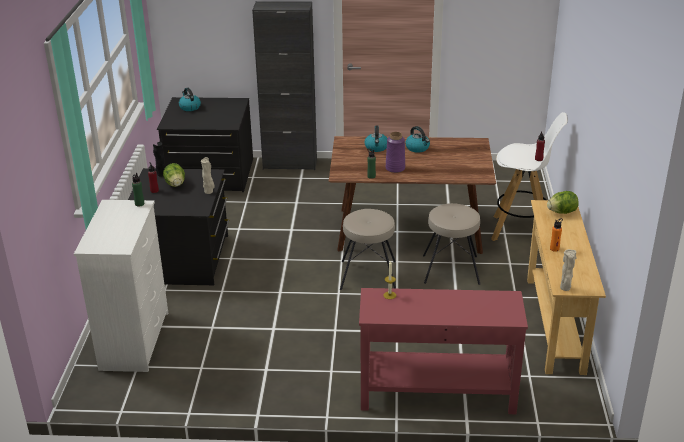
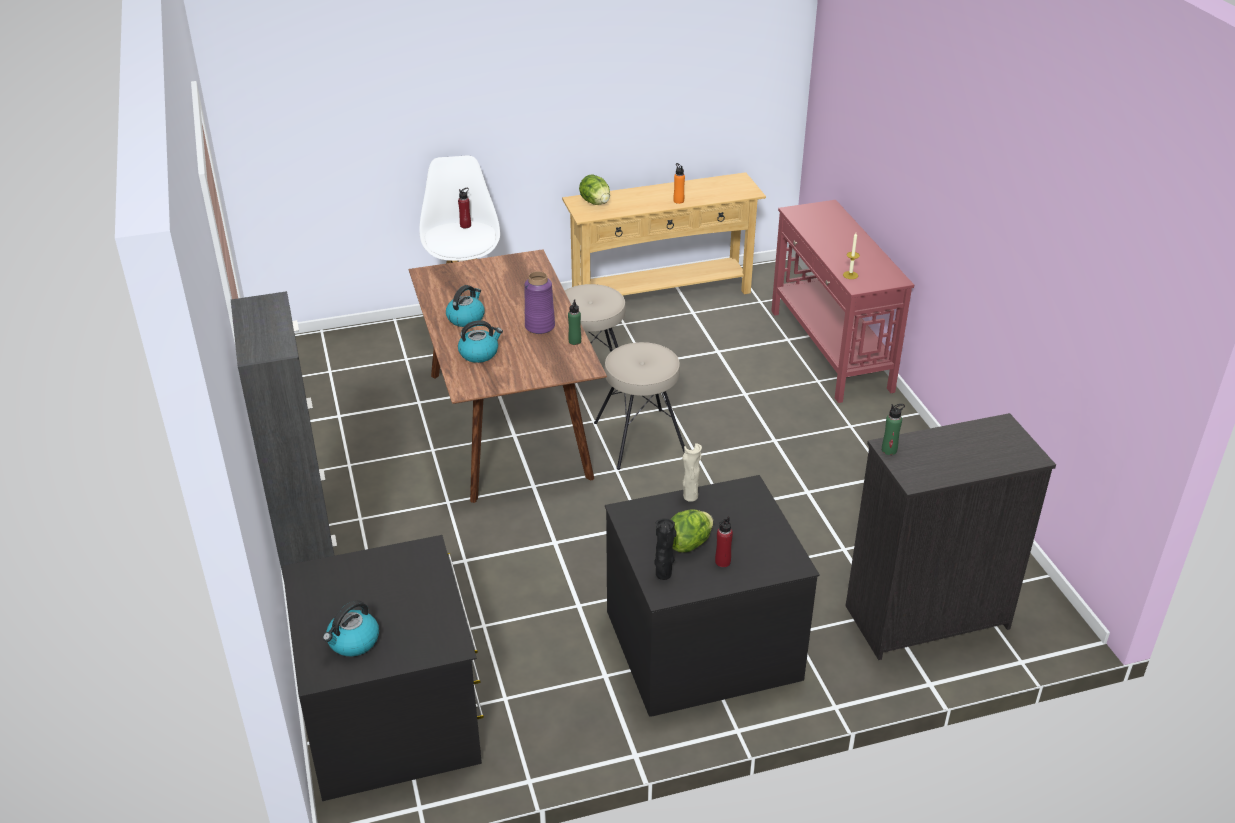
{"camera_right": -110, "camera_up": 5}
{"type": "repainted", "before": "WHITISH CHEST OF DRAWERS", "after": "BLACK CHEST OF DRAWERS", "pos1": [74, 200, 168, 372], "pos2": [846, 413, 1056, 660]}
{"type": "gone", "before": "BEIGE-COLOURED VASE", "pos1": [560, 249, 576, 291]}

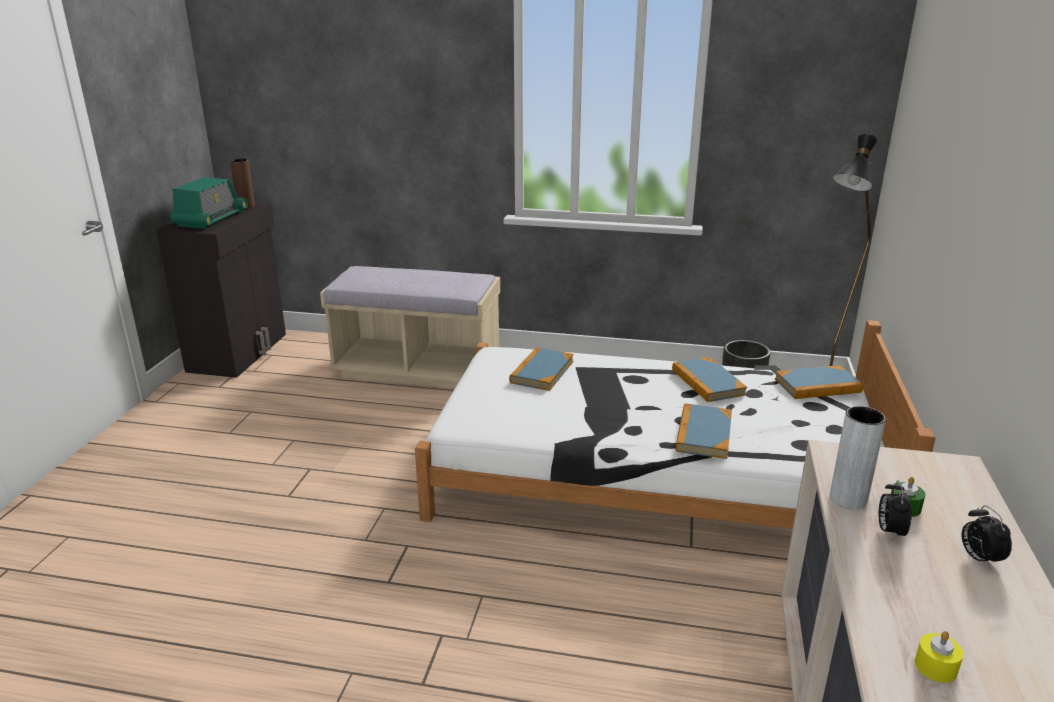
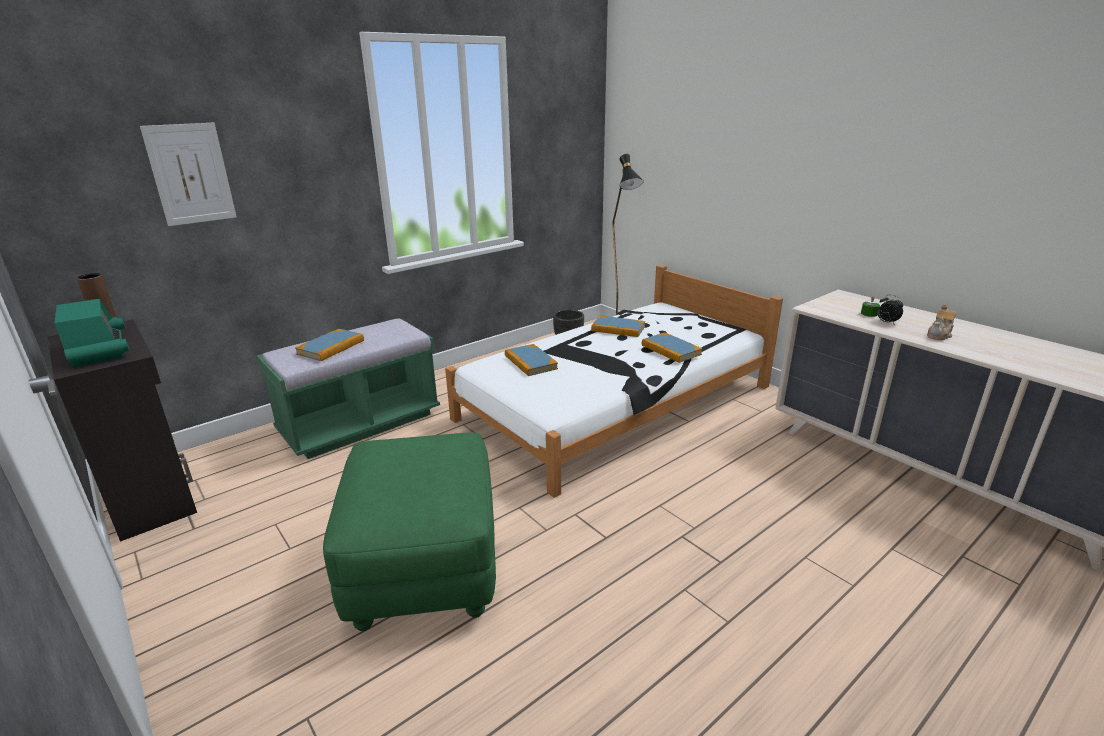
{"camera_right": -50, "camera_up": 0}
{"type": "repainted", "before": "BEIGE-COLOURED INDOOR BENCH", "after": "GREENISH INDOOR BENCH", "pos1": [320, 266, 500, 388], "pos2": [257, 318, 440, 459]}
{"type": "shifted", "before": "BOUND BOOK", "pos1": [775, 365, 863, 399], "pos2": [295, 329, 364, 361]}
{"type": "gone", "before": "GRAY VASE", "pos1": [830, 406, 886, 509]}
{"type": "gone", "before": "YELLOWISH WAX LIGHT", "pos1": [915, 631, 964, 683]}
{"type": "gone", "before": "BEDSIDE CLOCK", "pos1": [962, 505, 1012, 569]}
{"type": "new", "after": "WALL ART", "pos2": [140, 123, 237, 226]}
{"type": "new", "after": "GREENISH FOOTREST", "pos2": [323, 433, 496, 631]}
{"type": "new", "after": "TEAPOT", "pos2": [927, 304, 956, 340]}

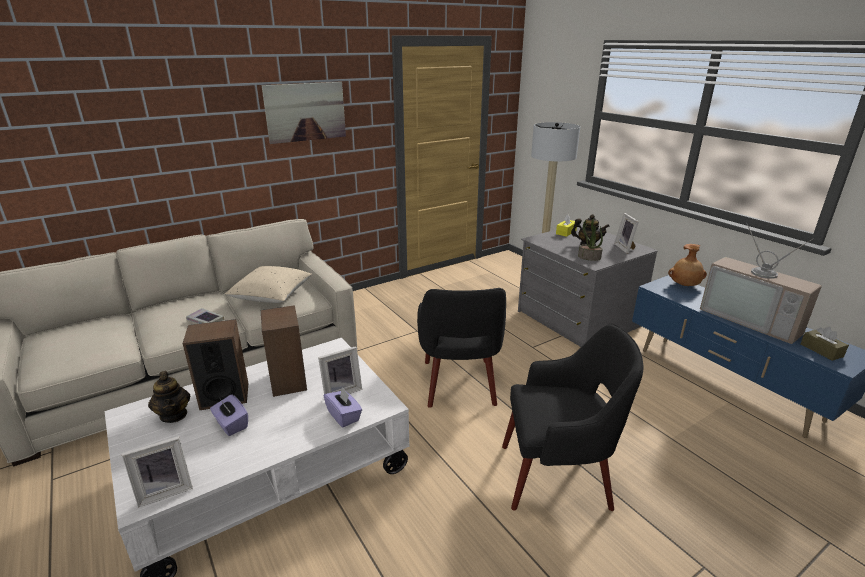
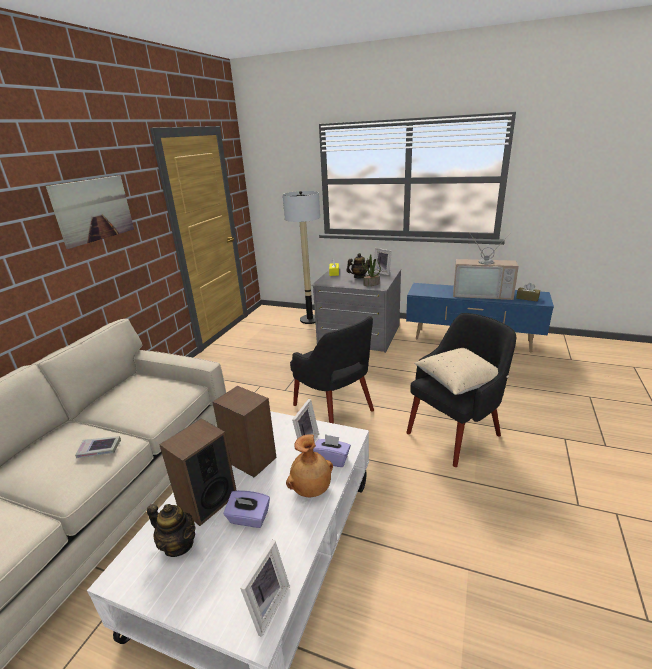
{"camera_right": -35, "camera_up": 0}
{"type": "shifted", "before": "BEIGE-COLOURED CUSHION", "pos1": [225, 266, 312, 303], "pos2": [414, 348, 509, 395]}
{"type": "shifted", "before": "BROWNISH VASE", "pos1": [668, 244, 707, 286], "pos2": [286, 434, 333, 497]}

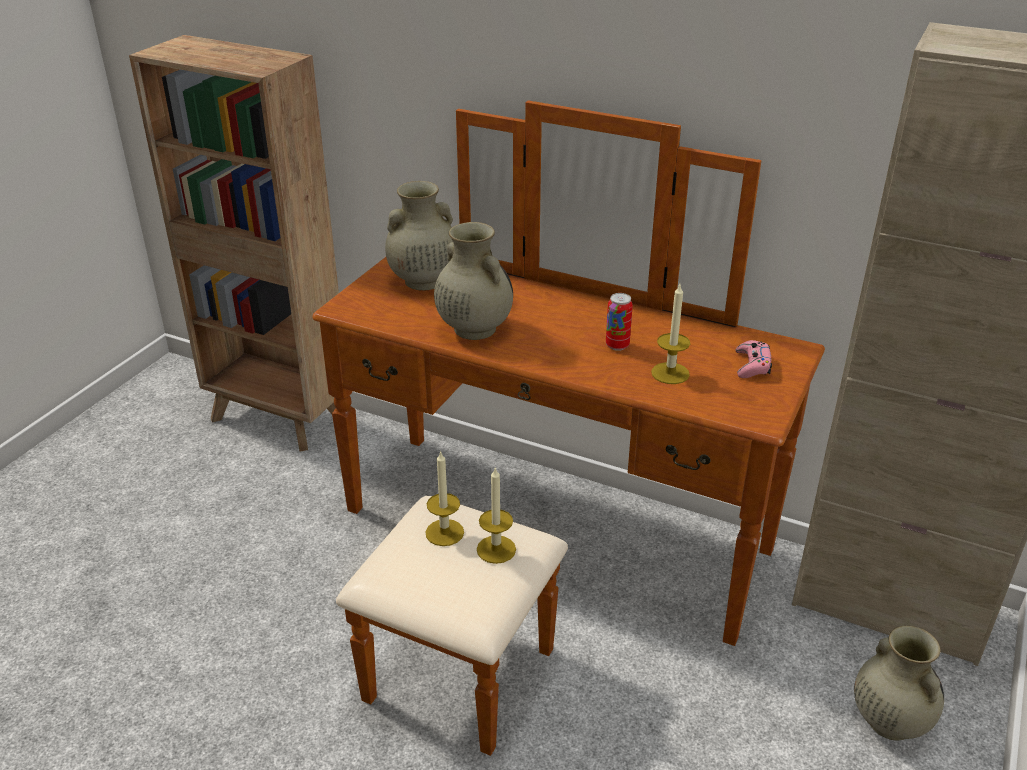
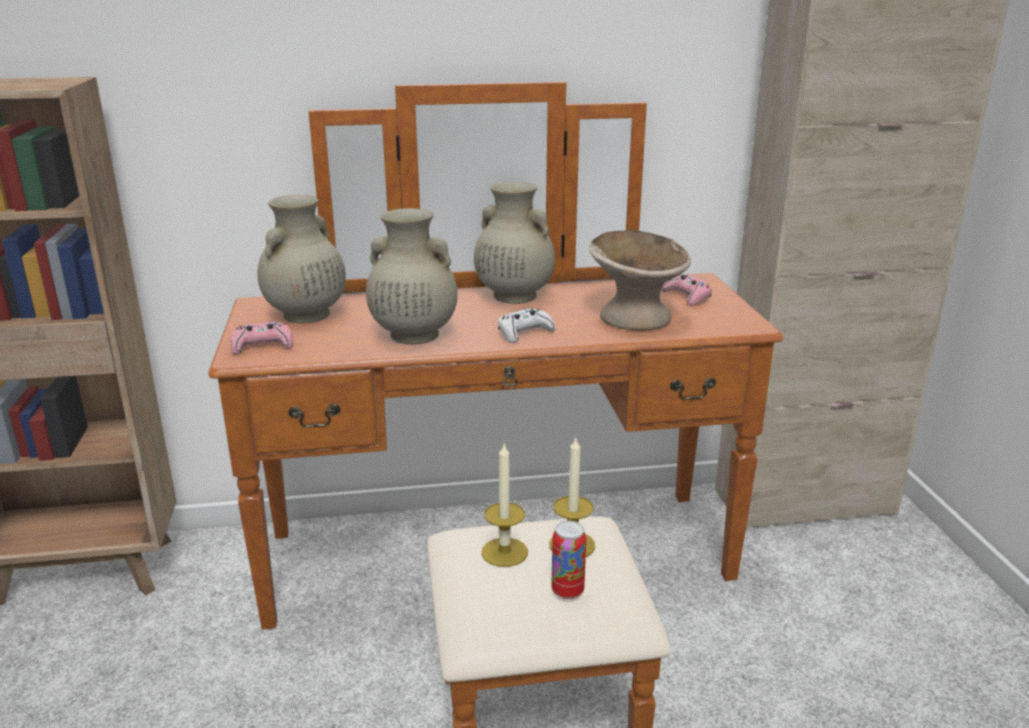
{"camera_right": -35, "camera_up": -10}
{"type": "shifted", "before": "METAL CAN", "pos1": [606, 293, 633, 351], "pos2": [551, 521, 586, 599]}
{"type": "swapped", "before": "WAX LIGHT", "after": "BEIGE-COLOURED BOWL", "pos1": [651, 285, 690, 384], "pos2": [589, 230, 691, 331]}
{"type": "shifted", "before": "BEIGE-COLOURED VASE", "pos1": [854, 626, 944, 740], "pos2": [474, 182, 555, 304]}
{"type": "new", "after": "PINK GAMEPAD", "pos2": [230, 321, 293, 355]}
{"type": "new", "after": "WHITISH GAMEPAD", "pos2": [498, 308, 555, 343]}

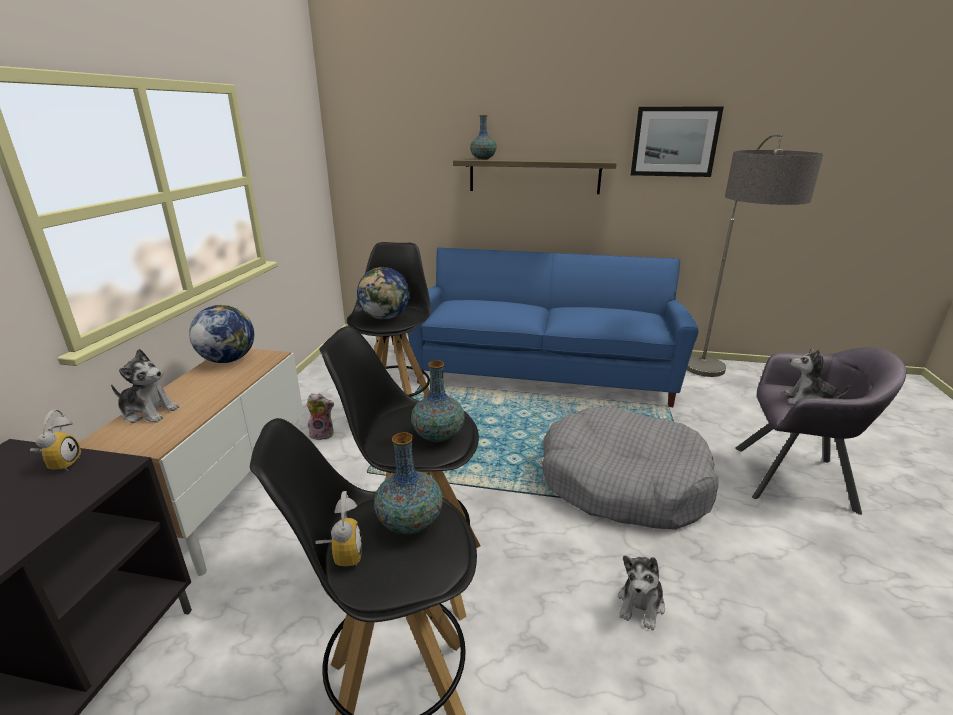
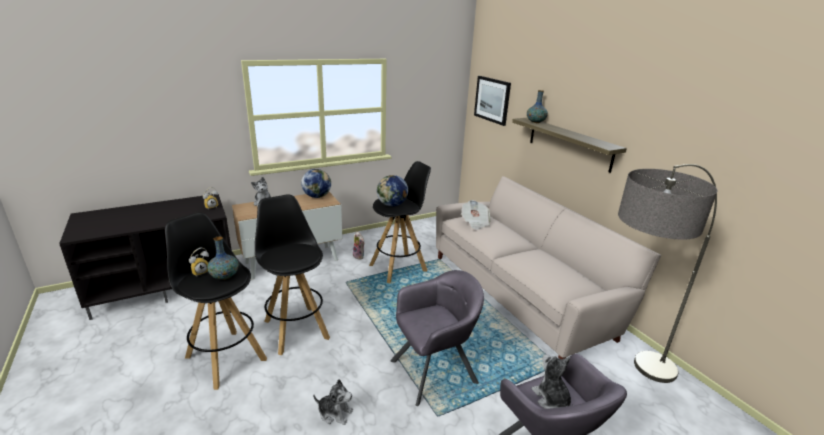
{"camera_right": 50, "camera_up": 0}
{"type": "repainted", "before": "BLUISH COUCH", "after": "BEIGE-COLOURED COUCH", "pos1": [408, 248, 699, 407], "pos2": [436, 176, 661, 359]}
{"type": "gone", "before": "VASE", "pos1": [411, 360, 465, 442]}
{"type": "swapped", "before": "GRAY DOG BED", "after": "GRAY LOUNGE CHAIR", "pos1": [542, 406, 718, 530], "pos2": [390, 270, 484, 406]}
{"type": "rotated", "before": "PLUSH TOY", "pos1": [618, 555, 665, 630], "pos2": [313, 379, 353, 425], "turn": -150}
{"type": "shifted", "before": "WALL ART", "pos1": [631, 107, 724, 177], "pos2": [474, 76, 511, 126]}
{"type": "new", "after": "PRINTED PAPER", "pos2": [461, 200, 490, 230]}

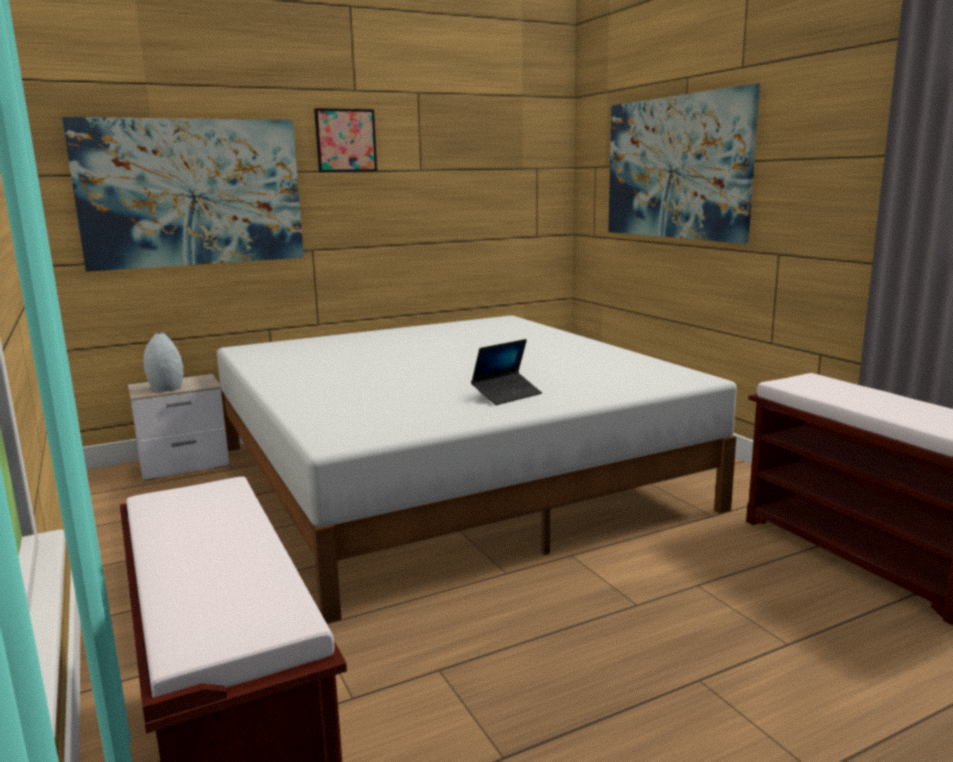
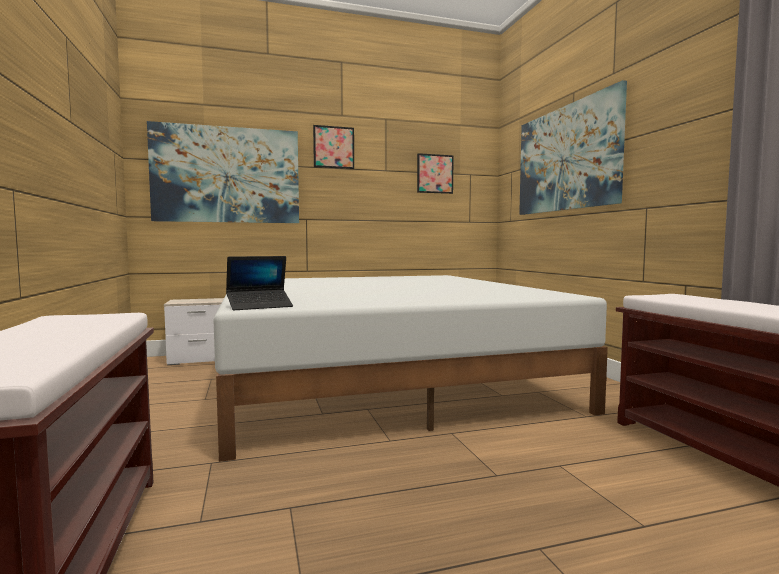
{"camera_right": 10, "camera_up": -10}
{"type": "gone", "before": "GRAY VASE", "pos1": [143, 333, 183, 392]}
{"type": "shifted", "before": "LAPTOP", "pos1": [471, 339, 542, 405], "pos2": [226, 256, 293, 310]}
{"type": "new", "after": "WALL ART", "pos2": [417, 153, 454, 194]}

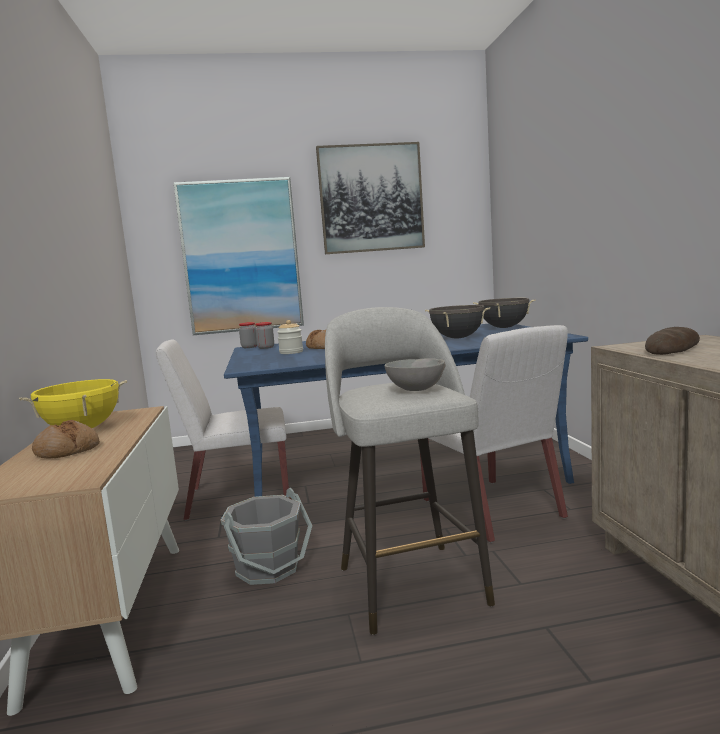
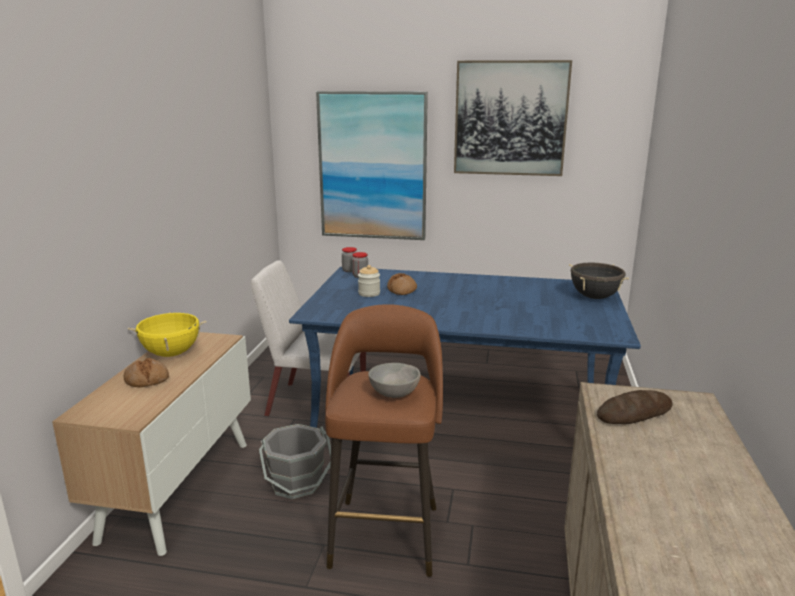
{"camera_right": 20, "camera_up": 10}
{"type": "repainted", "before": "GRAY SITTING STOOL", "after": "BROWNISH SITTING STOOL", "pos1": [325, 307, 495, 635], "pos2": [325, 304, 443, 577]}
{"type": "gone", "before": "WHITISH CHAIR", "pos1": [420, 325, 568, 543]}
{"type": "gone", "before": "BLACK STOCKPOT", "pos1": [425, 305, 490, 339]}

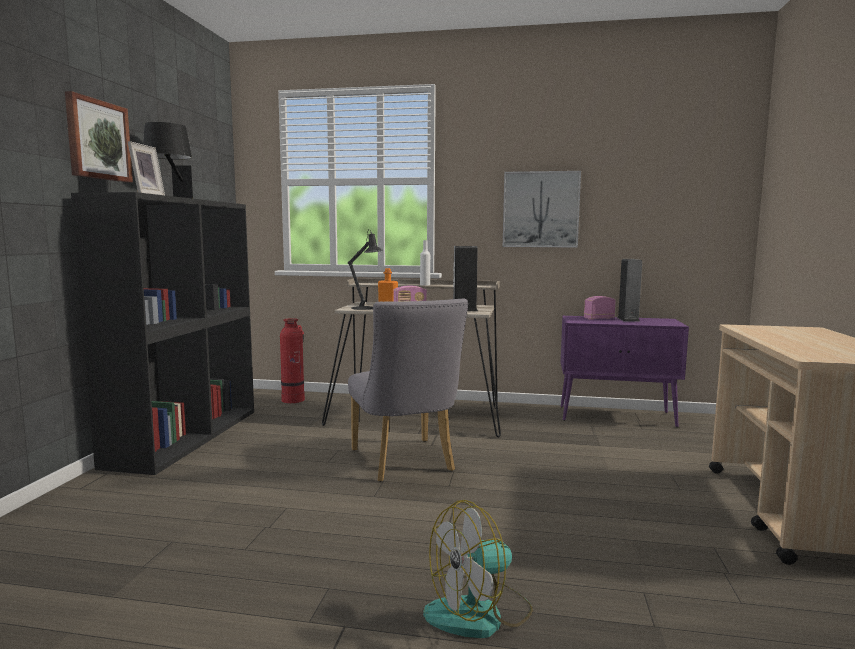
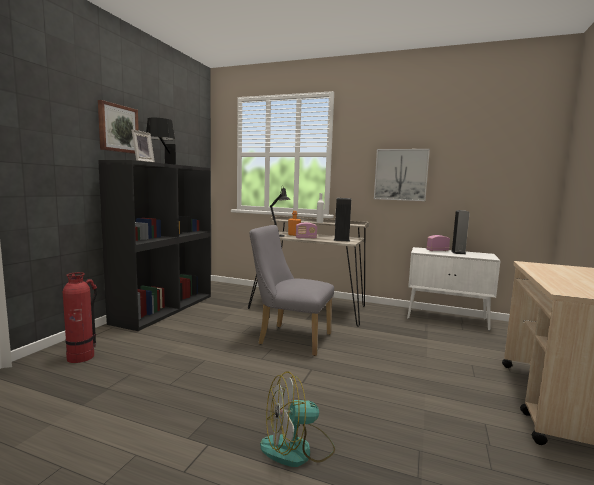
{"camera_right": 10, "camera_up": 0}
{"type": "shifted", "before": "FIRE-FIGHTING CYLINDER", "pos1": [280, 318, 305, 403], "pos2": [63, 272, 97, 363]}
{"type": "rotated", "before": "GRAY CHAIR", "pos1": [348, 299, 468, 482], "pos2": [249, 225, 334, 356], "turn": 120}
{"type": "repainted", "before": "PURPLE-COLOURED CABINET", "after": "WHITISH CABINET", "pos1": [561, 316, 689, 427], "pos2": [407, 247, 501, 331]}

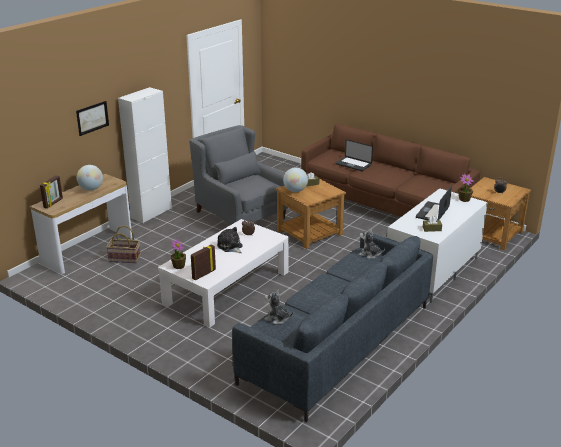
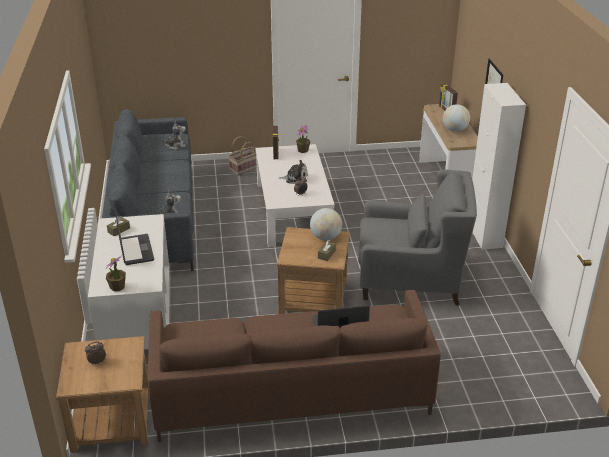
{"camera_right": 135, "camera_up": 5}
{"type": "shifted", "before": "HOUSEHOLD BASKET", "pos1": [106, 226, 141, 263], "pos2": [228, 136, 257, 175]}

